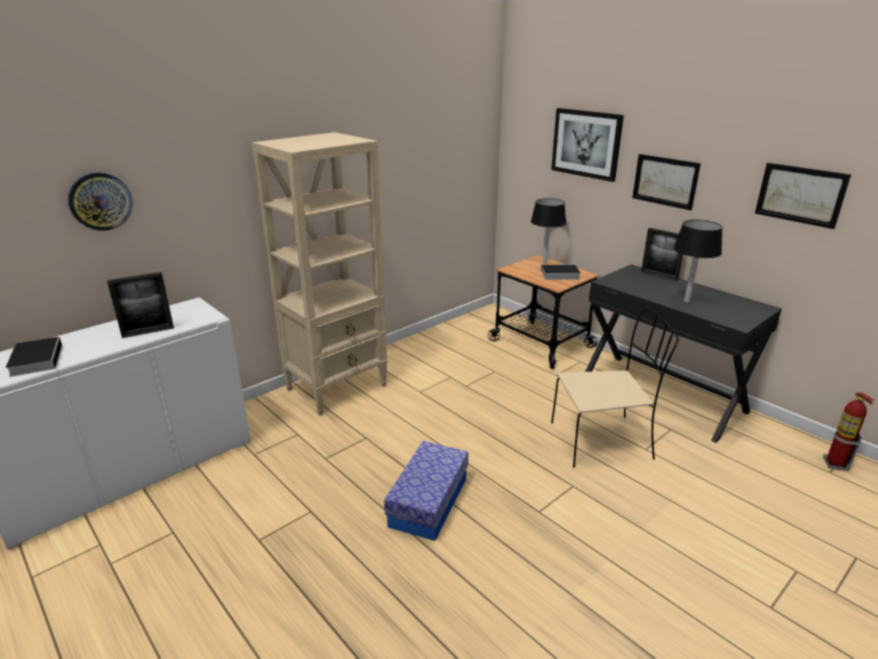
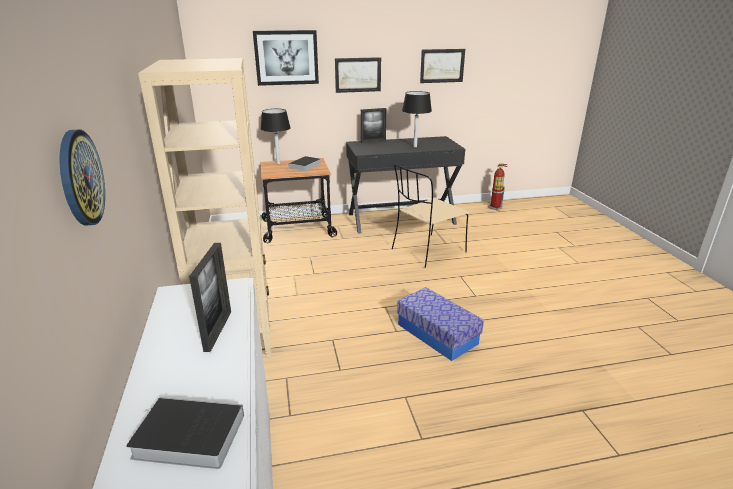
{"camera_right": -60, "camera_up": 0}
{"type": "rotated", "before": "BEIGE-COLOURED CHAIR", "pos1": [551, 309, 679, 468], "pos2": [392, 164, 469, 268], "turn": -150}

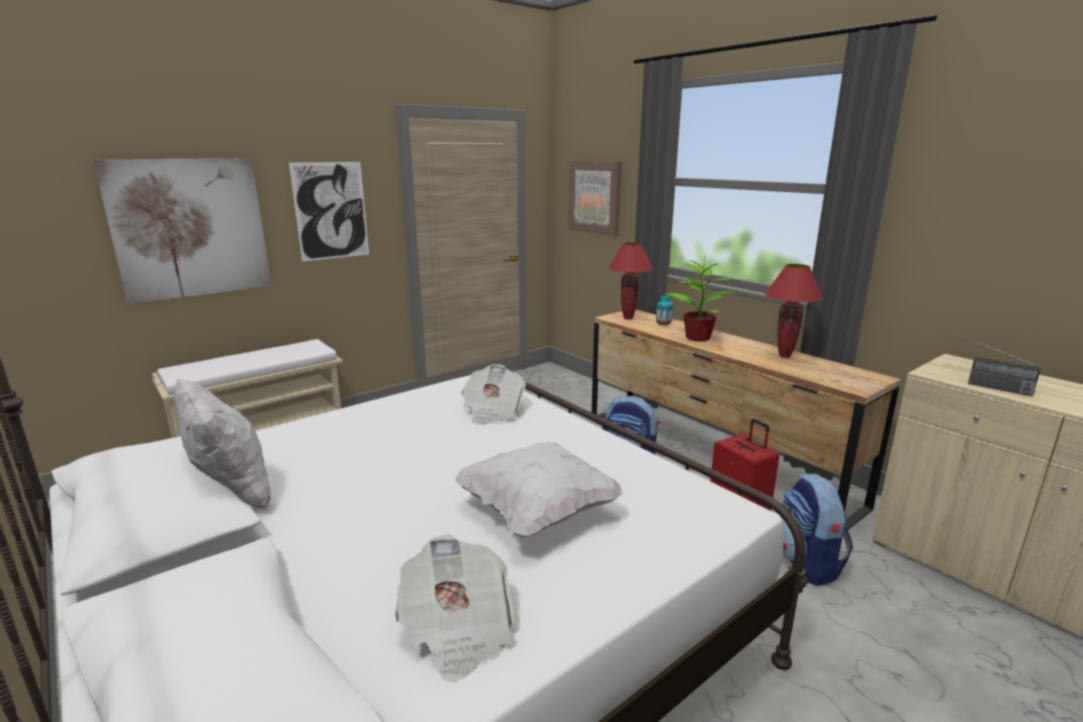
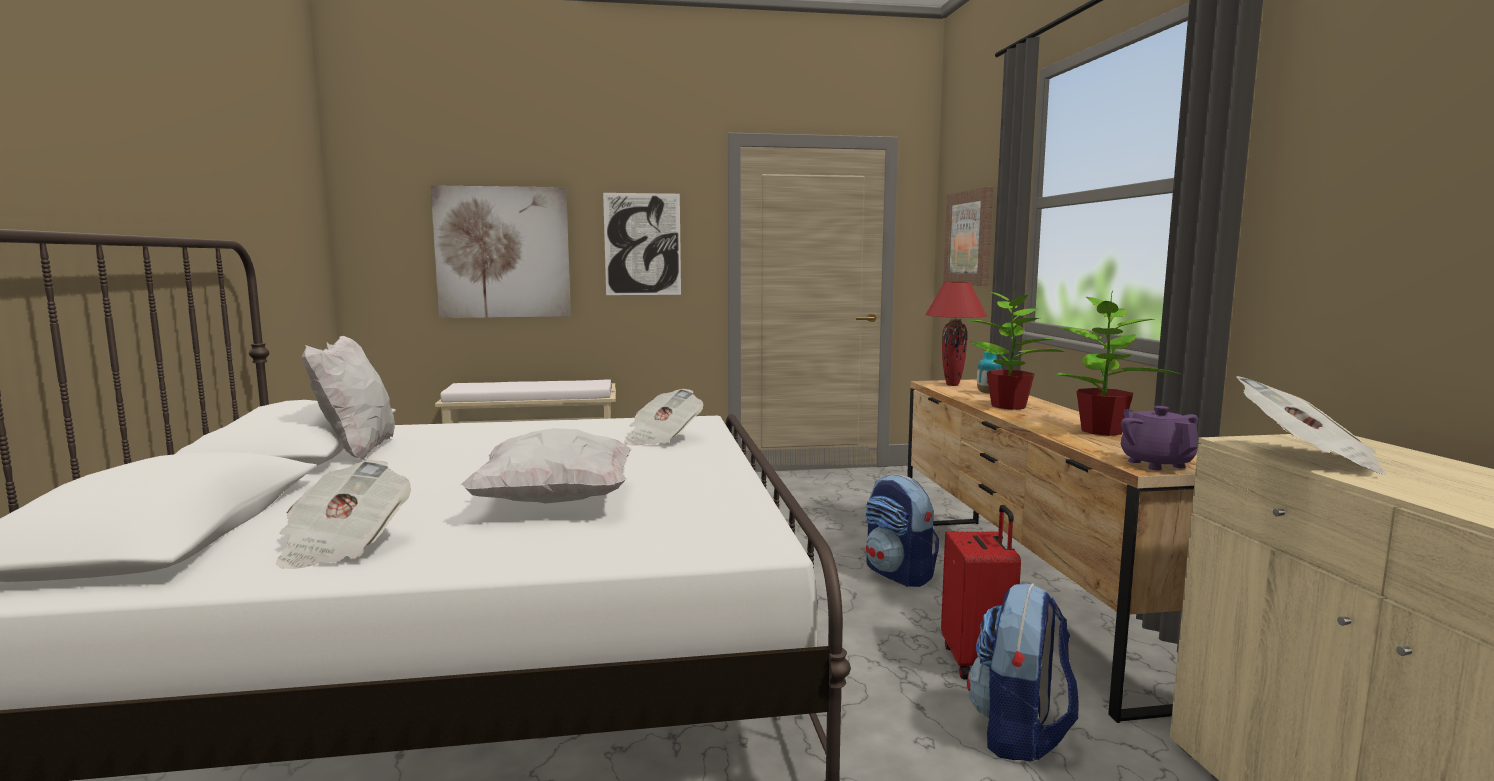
{"camera_right": 30, "camera_up": -10}
{"type": "swapped", "before": "REDDISH TABLE LAMP", "after": "HOUSEPLANT", "pos1": [765, 264, 823, 358], "pos2": [1057, 290, 1180, 436]}
{"type": "swapped", "before": "RADIO", "after": "PRINTED PAPER", "pos1": [947, 331, 1041, 396], "pos2": [1236, 376, 1386, 475]}
{"type": "new", "after": "PURPLE-COLOURED TEAPOT", "pos2": [1121, 406, 1198, 470]}

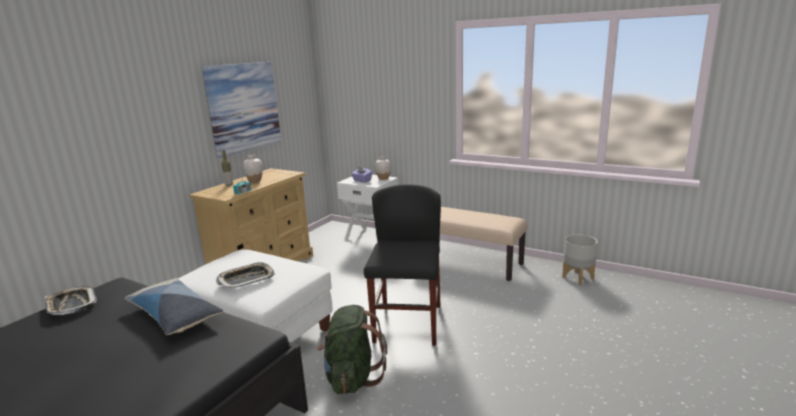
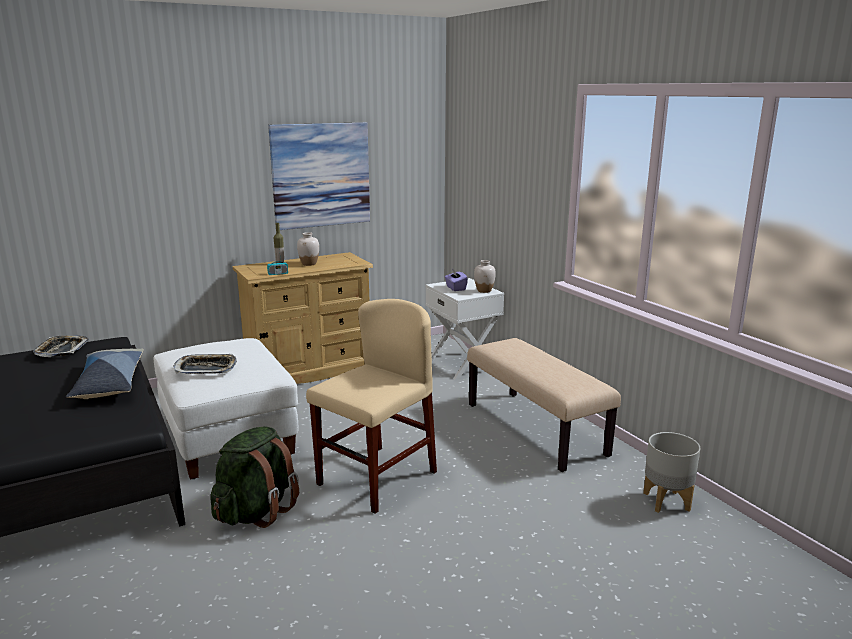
{"camera_right": 30, "camera_up": 0}
{"type": "repainted", "before": "BLACK CHAIR", "after": "BEIGE-COLOURED CHAIR", "pos1": [364, 184, 441, 346], "pos2": [306, 299, 437, 514]}

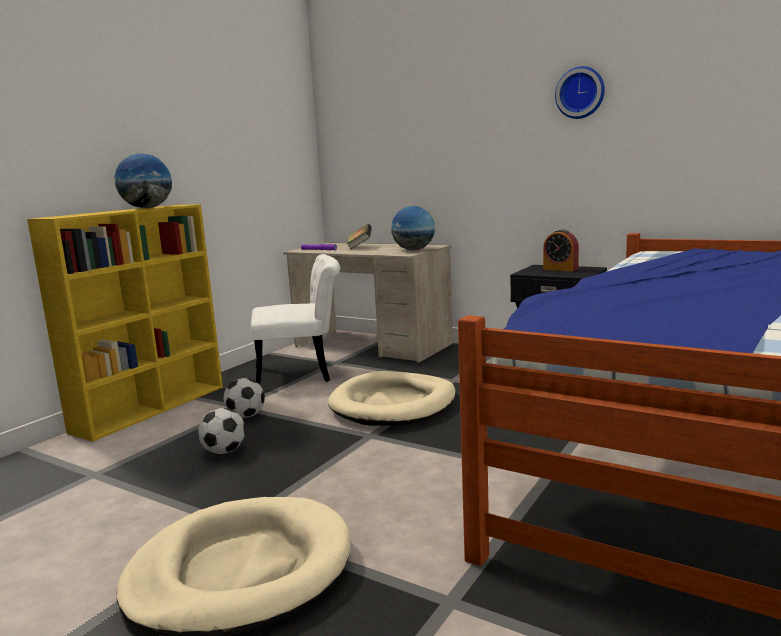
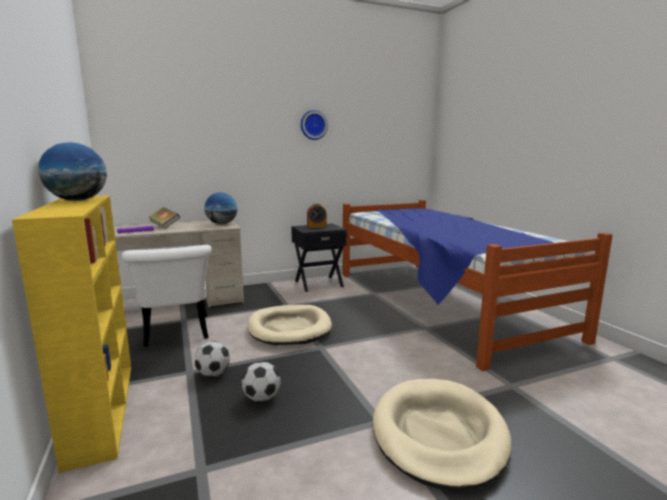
{"camera_right": -55, "camera_up": 0}
{"type": "rotated", "before": "WHITISH CHAIR", "pos1": [251, 254, 340, 384], "pos2": [122, 245, 211, 347], "turn": 135}

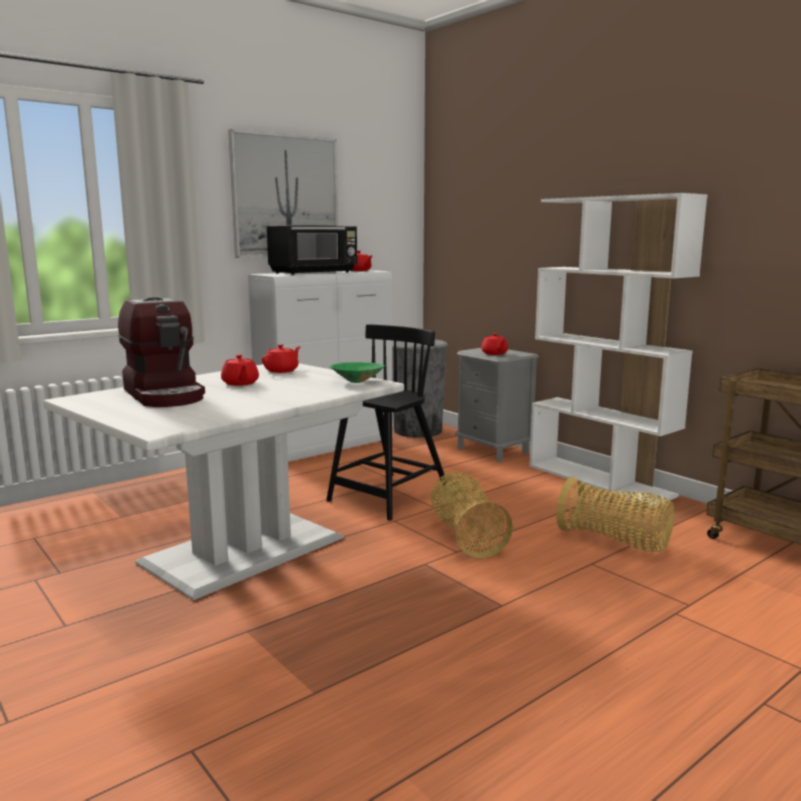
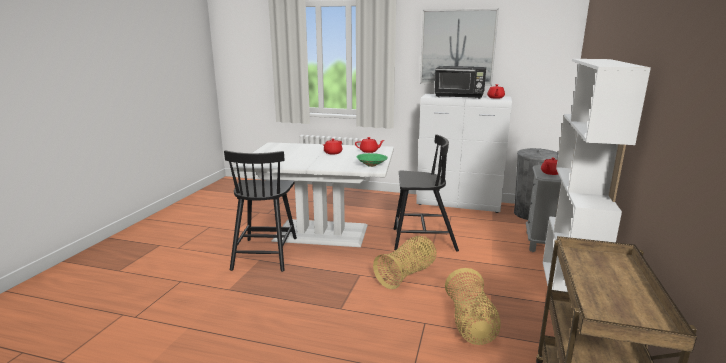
{"camera_right": 55, "camera_up": 5}
{"type": "gone", "before": "COFFEE MAKER", "pos1": [118, 297, 205, 407]}
{"type": "new", "after": "BLACK CHAIR", "pos2": [224, 150, 297, 272]}

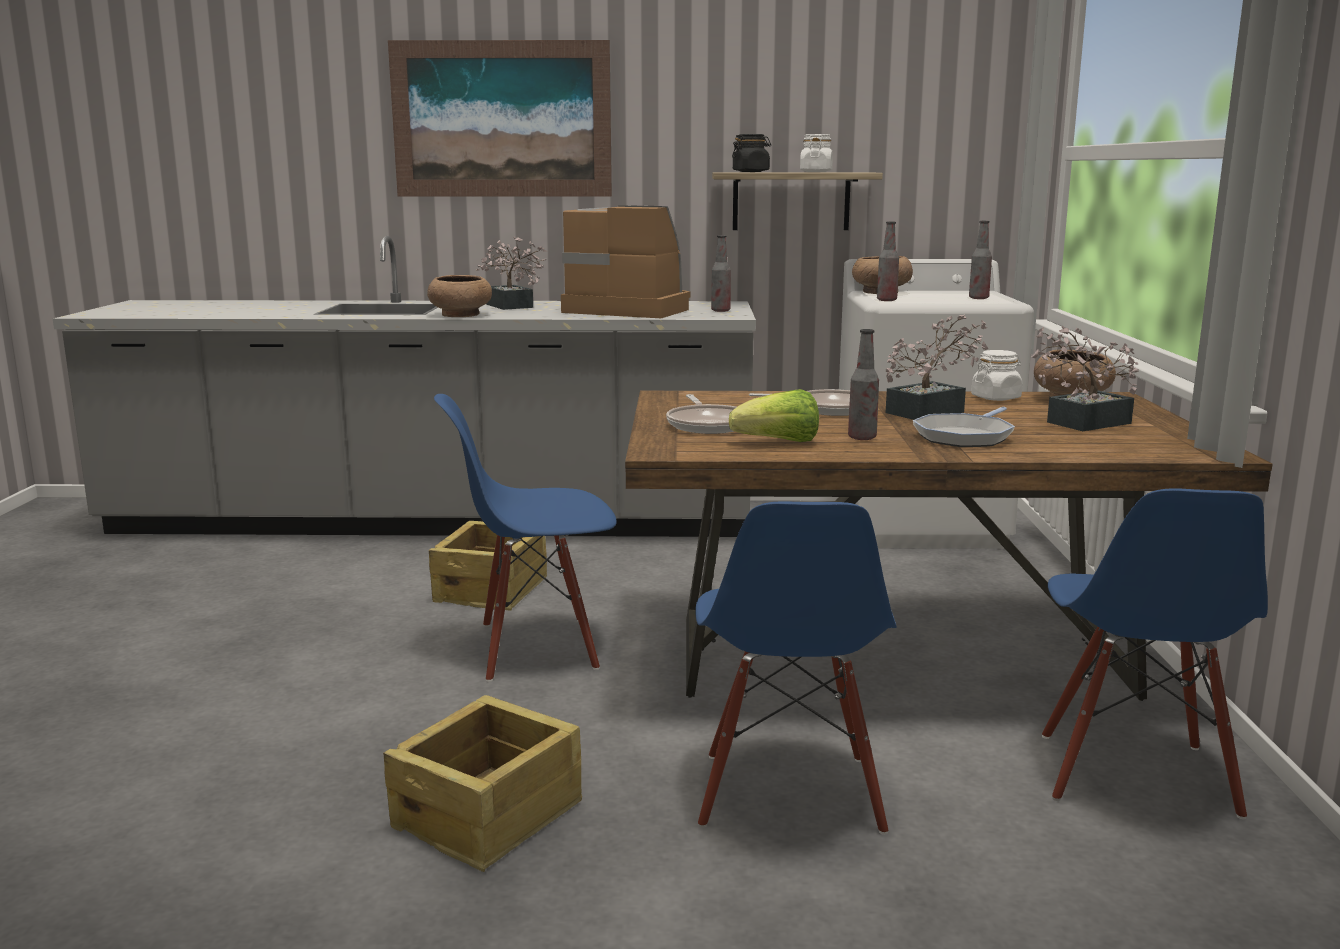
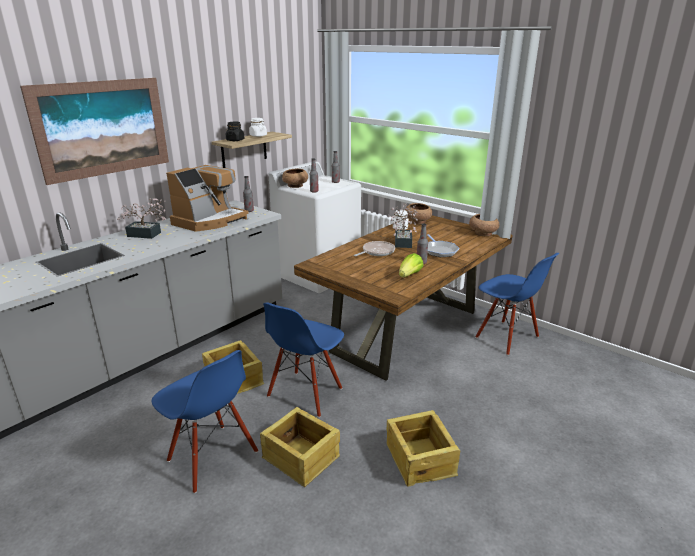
{"camera_right": -50, "camera_up": 10}
{"type": "shifted", "before": "BROWNISH BOWL", "pos1": [427, 275, 492, 317], "pos2": [469, 214, 499, 236]}
{"type": "rotated", "before": "COFFEE MAKER", "pos1": [561, 205, 690, 318], "pos2": [166, 165, 249, 232], "turn": 150}
{"type": "gone", "before": "FRYING PAN", "pos1": [666, 394, 736, 434]}
{"type": "shifted", "before": "BLUISH CHAIR", "pos1": [695, 501, 897, 835], "pos2": [152, 350, 258, 493]}
{"type": "gone", "before": "HOUSEPLANT", "pos1": [1032, 326, 1139, 431]}
{"type": "new", "after": "SHIPPING CRATE", "pos2": [260, 407, 340, 487]}

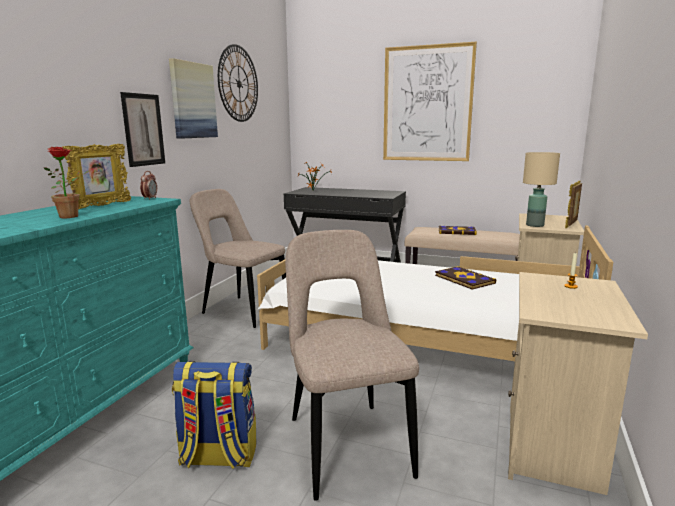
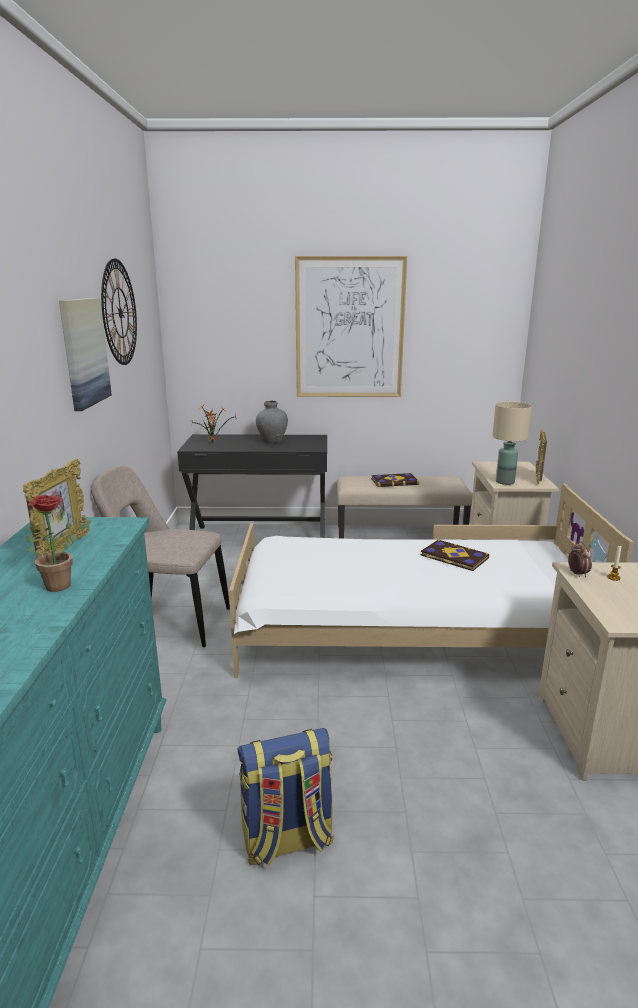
{"camera_right": -20, "camera_up": 5}
{"type": "gone", "before": "WALL ART", "pos1": [120, 92, 165, 167]}
{"type": "shifted", "before": "BEDSIDE CLOCK", "pos1": [140, 171, 157, 200], "pos2": [568, 541, 592, 577]}
{"type": "gone", "before": "BEIGE-COLOURED CHAIR", "pos1": [285, 230, 419, 501]}
{"type": "new", "after": "GRAY VASE", "pos2": [256, 400, 288, 443]}

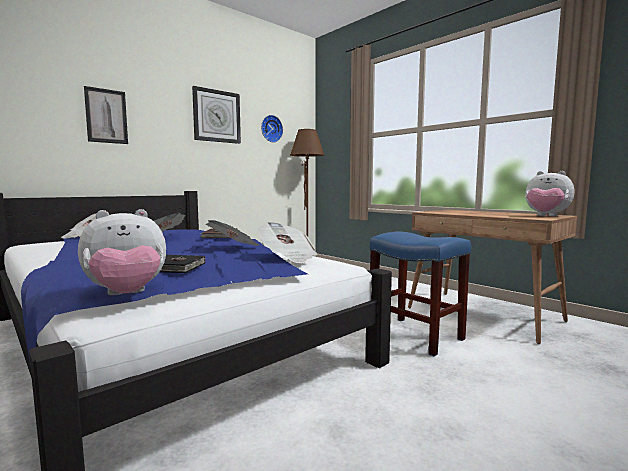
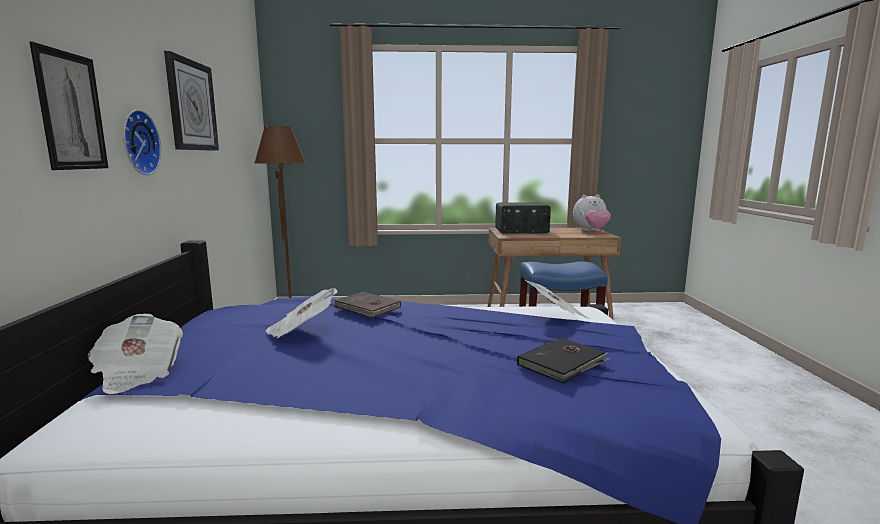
{"camera_right": -50, "camera_up": 5}
{"type": "gone", "before": "PLUSH TOY", "pos1": [78, 209, 166, 295]}
{"type": "gone", "before": "PRINTED PAPER", "pos1": [206, 220, 259, 246]}
{"type": "shifted", "before": "WALL CLOCK", "pos1": [261, 115, 283, 143], "pos2": [123, 110, 161, 175]}
{"type": "new", "after": "RADIO", "pos2": [495, 202, 551, 234]}

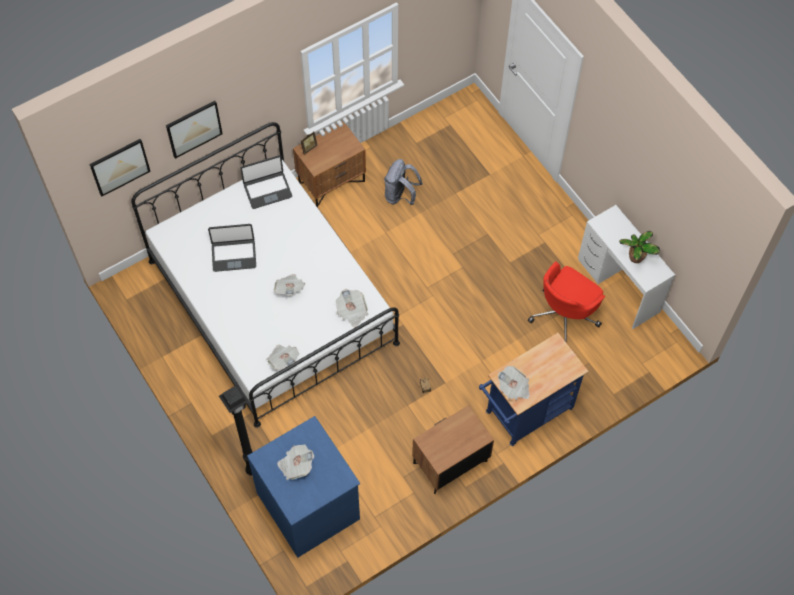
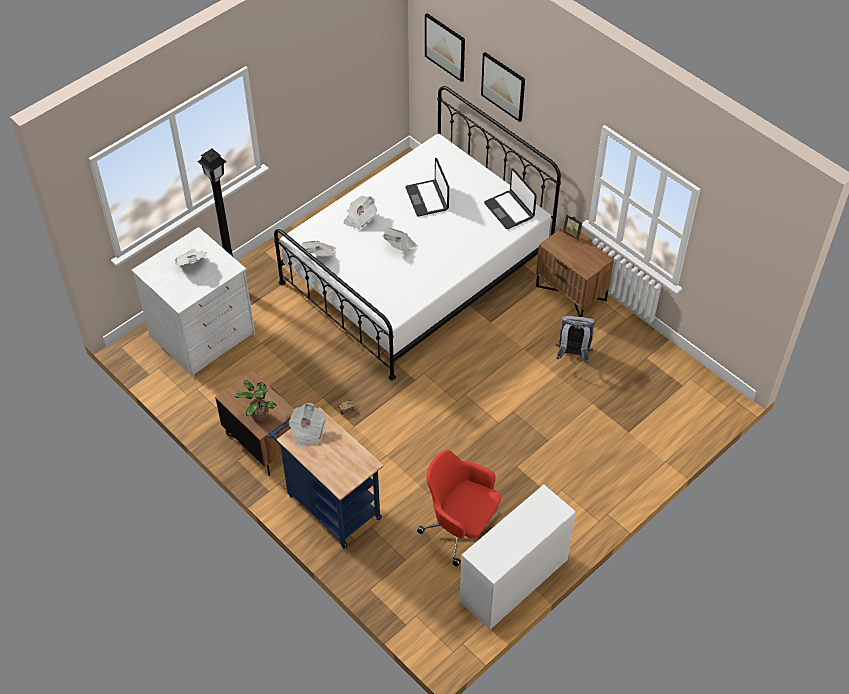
{"camera_right": 80, "camera_up": -10}
{"type": "repainted", "before": "BLUISH CHEST OF DRAWERS", "after": "WHITISH CHEST OF DRAWERS", "pos1": [247, 416, 360, 558], "pos2": [132, 227, 255, 377]}
{"type": "shifted", "before": "PRINTED PAPER", "pos1": [336, 289, 368, 327], "pos2": [343, 195, 377, 230]}
{"type": "shifted", "before": "HOUSEPLANT", "pos1": [619, 231, 660, 263], "pos2": [235, 380, 276, 422]}

